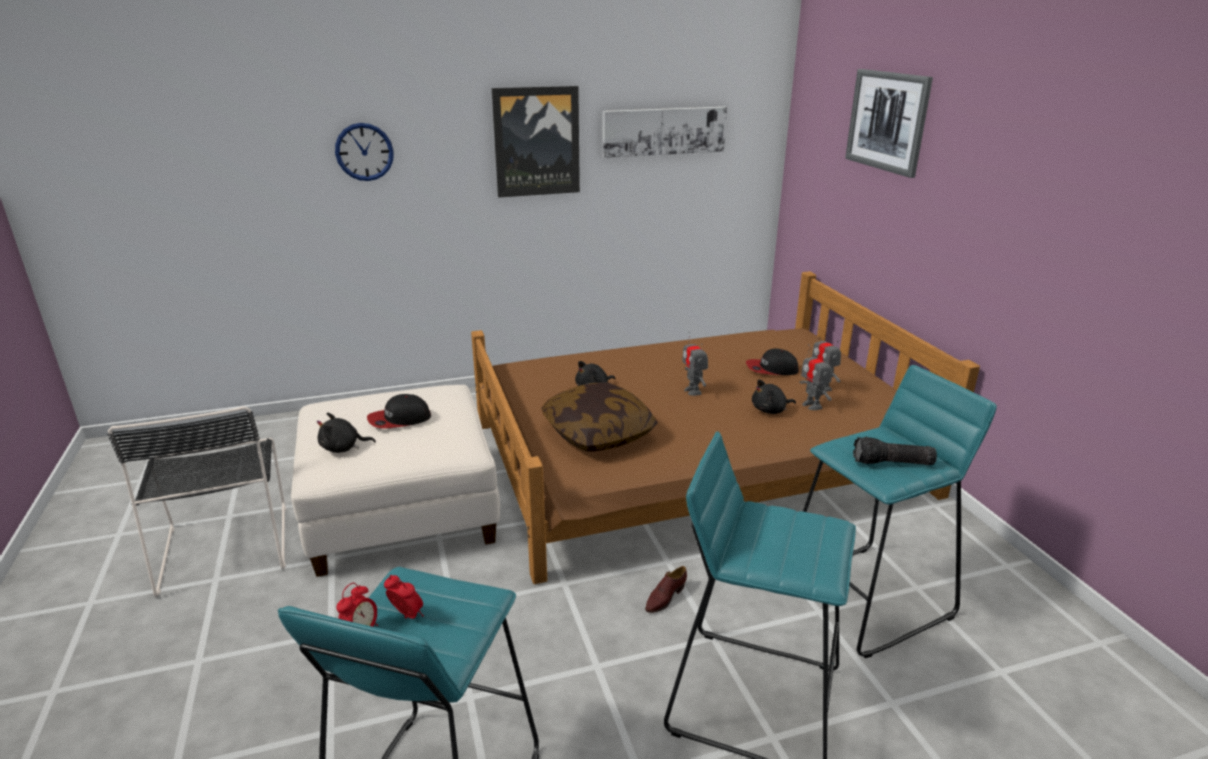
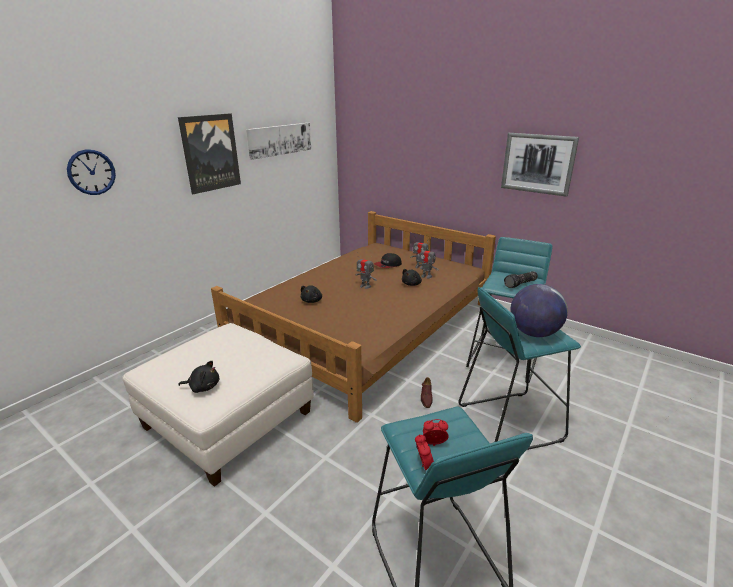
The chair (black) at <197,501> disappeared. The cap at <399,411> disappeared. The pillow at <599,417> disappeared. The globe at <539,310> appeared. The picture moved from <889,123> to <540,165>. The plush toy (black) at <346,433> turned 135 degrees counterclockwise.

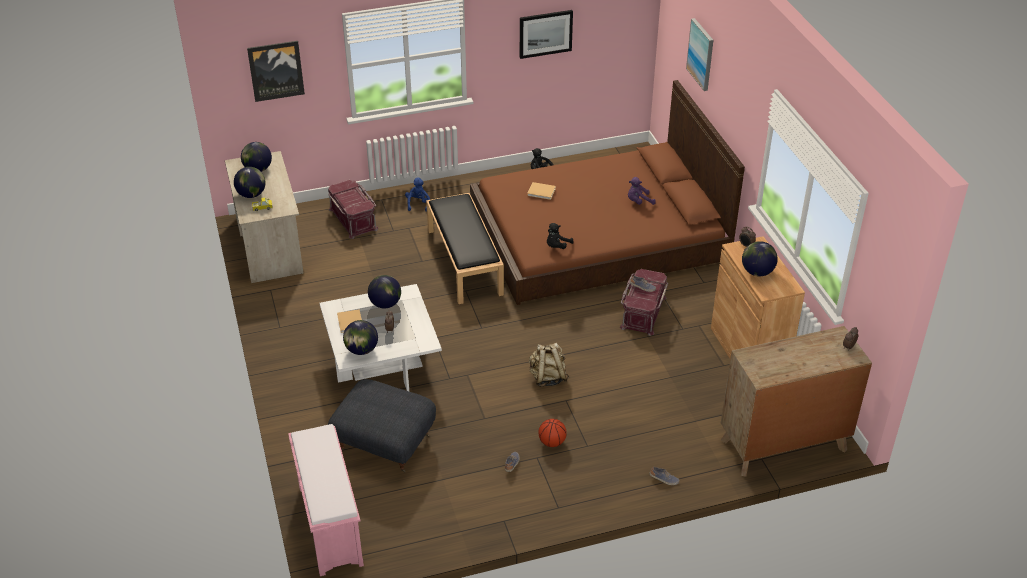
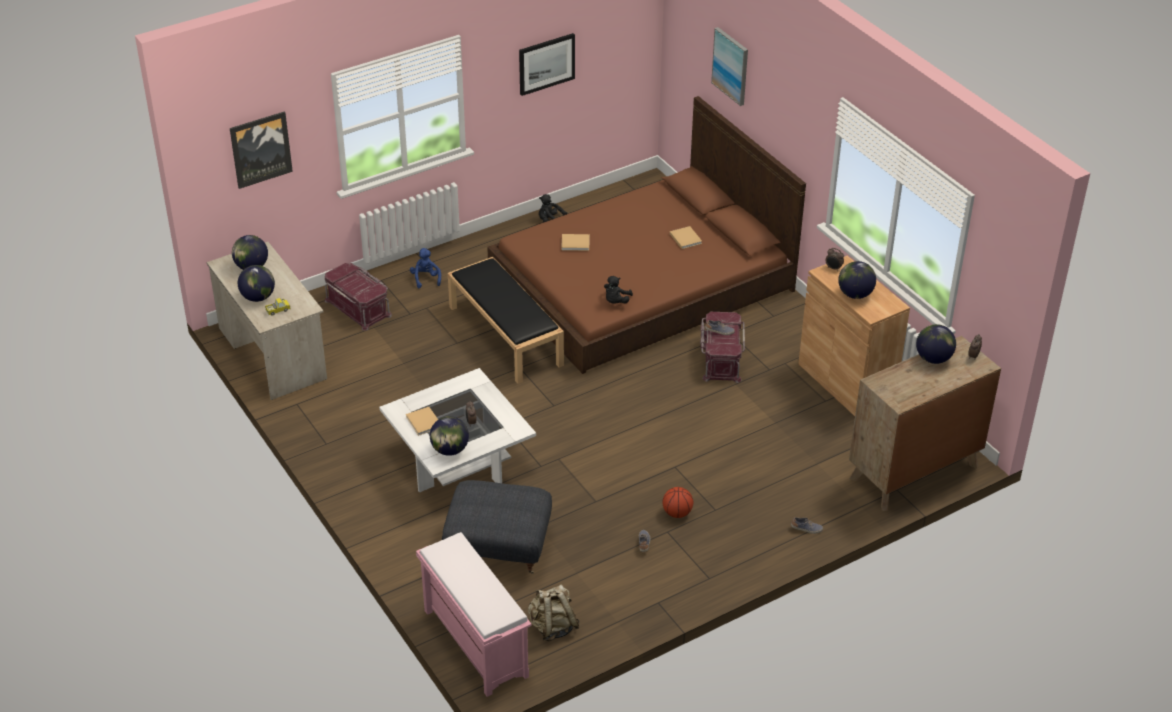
The globe moved from <384,291> to <936,344>. The backpack (beige) moved from <549,365> to <554,613>. The plush toy (purple) at <642,191> was replaced by the book (beige) at <686,237>.

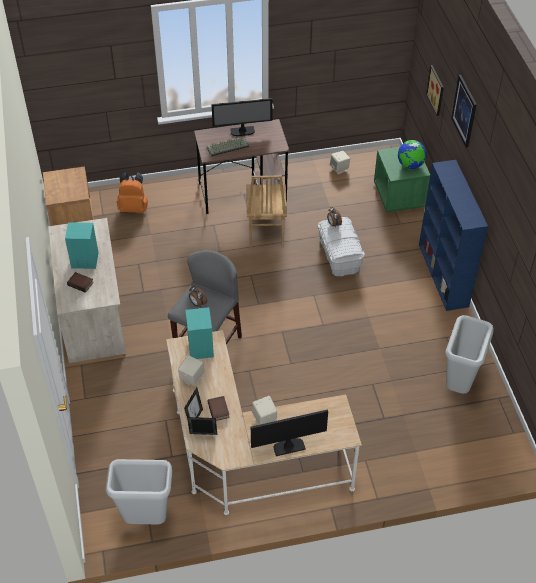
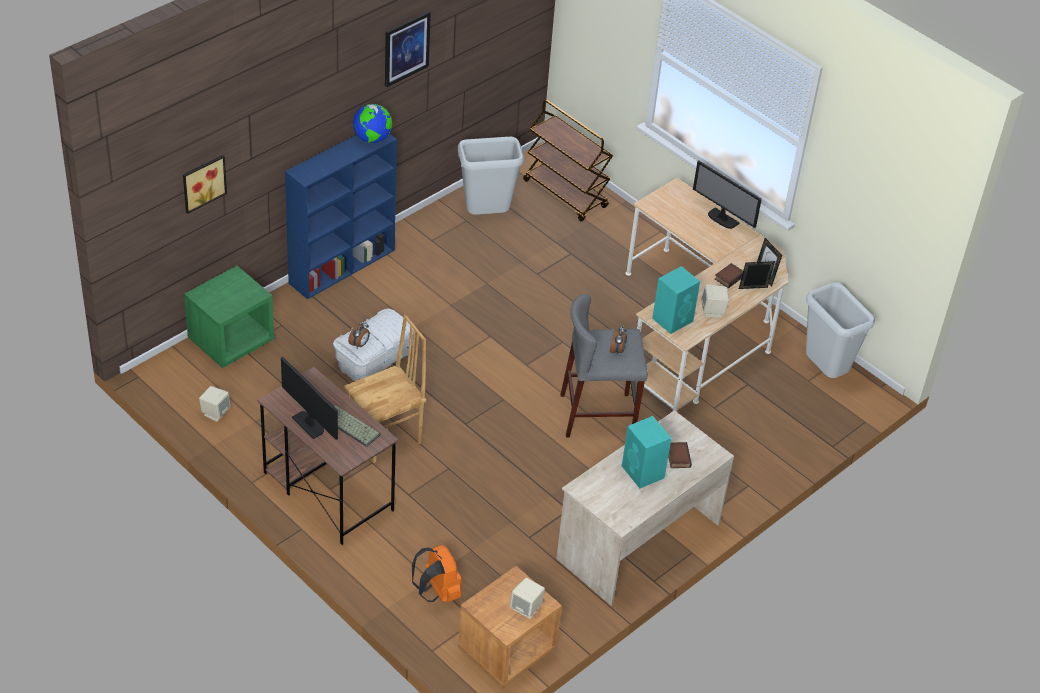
The cart (brown) at <568,161> appeared. The speaker (beige) moved from <264,410> to <527,598>. The globe moved from <412,154> to <372,123>. The picture moved from <464,111> to <408,49>.

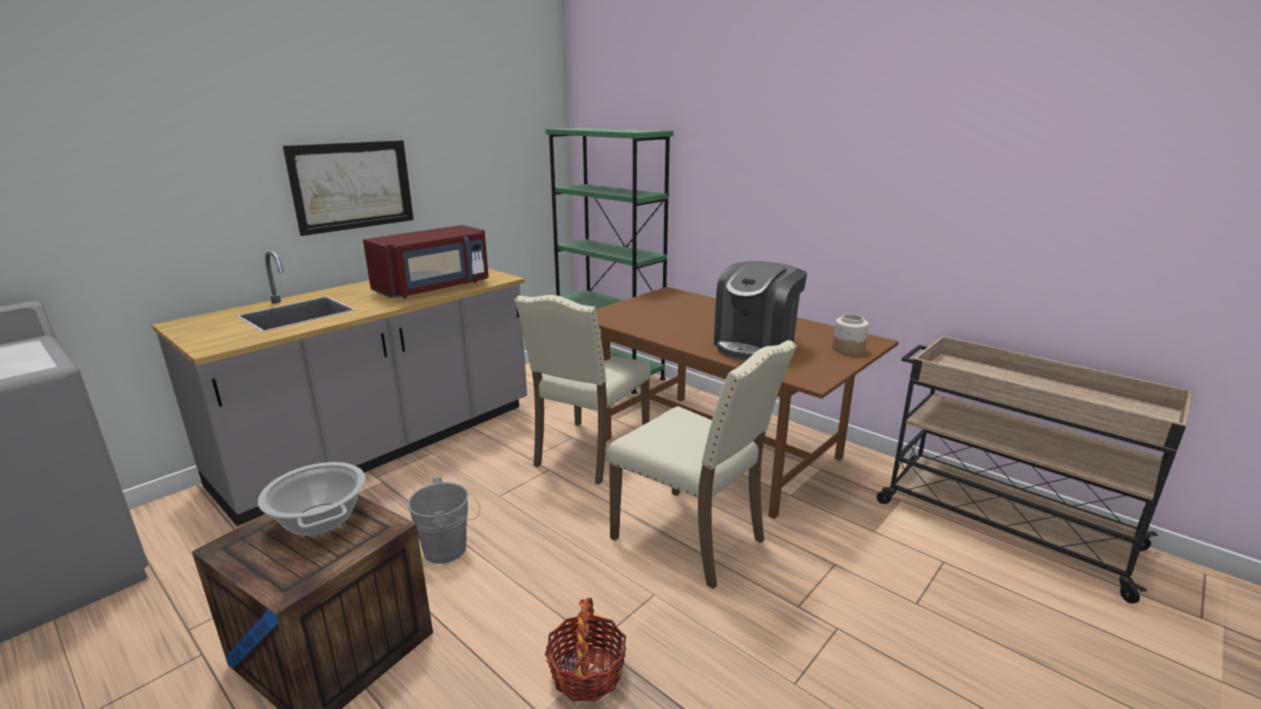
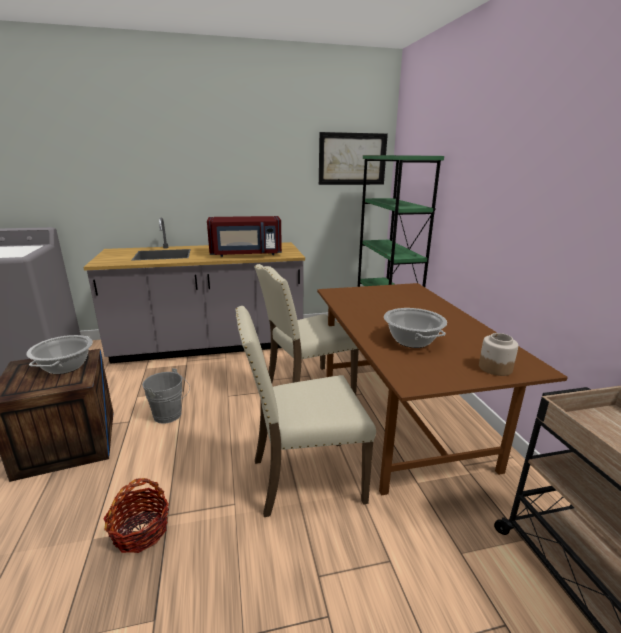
The picture moved from <348,188> to <353,158>. The coffee machine at <760,311> was replaced by the cooking pot at <415,328>. The chair (beige) at <702,464> turned 90 degrees clockwise.

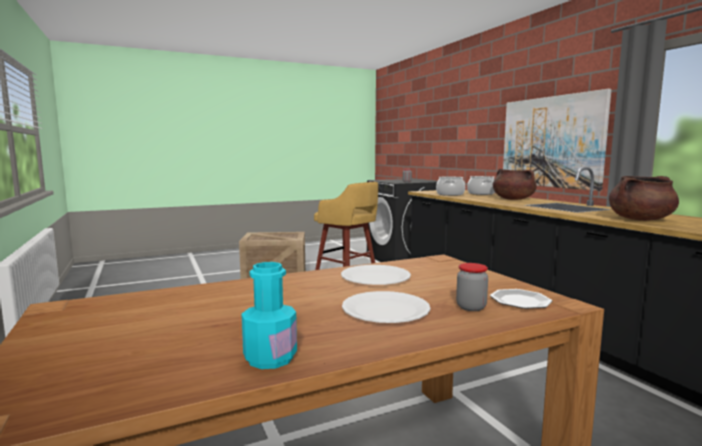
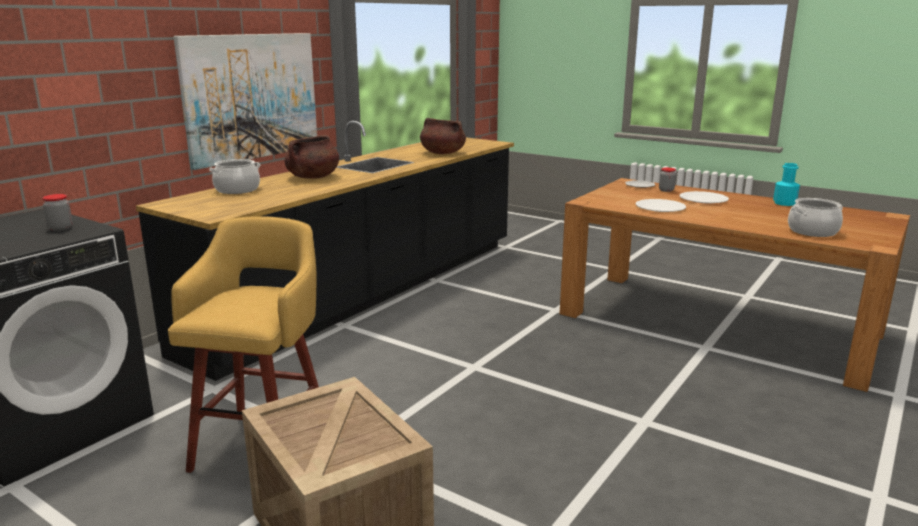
The cooking pot moved from <450,186> to <815,217>.

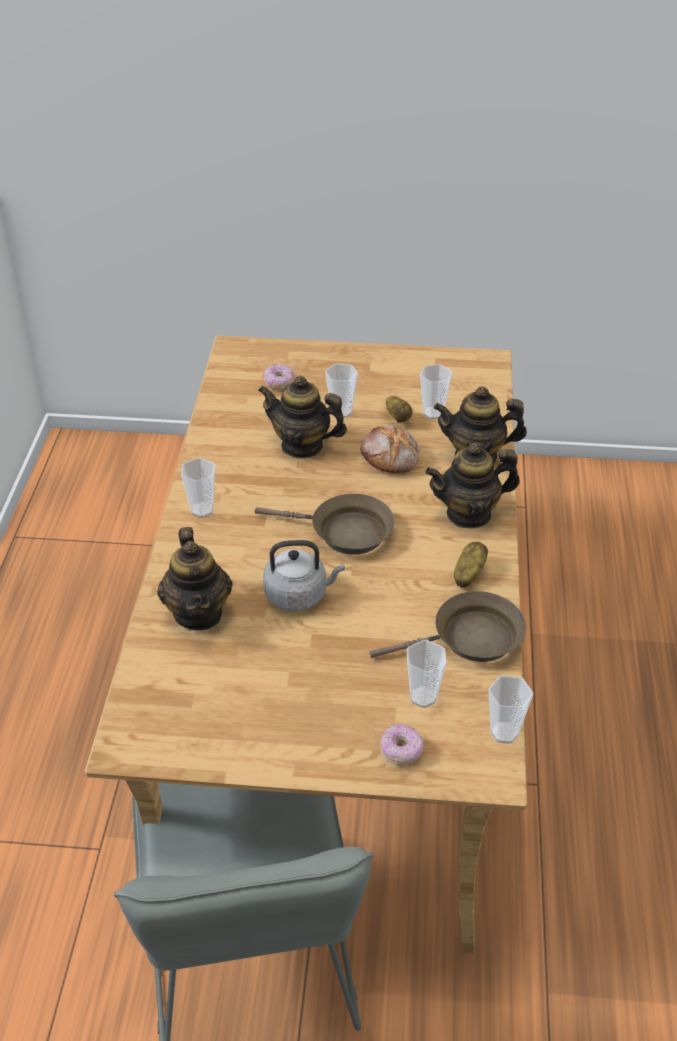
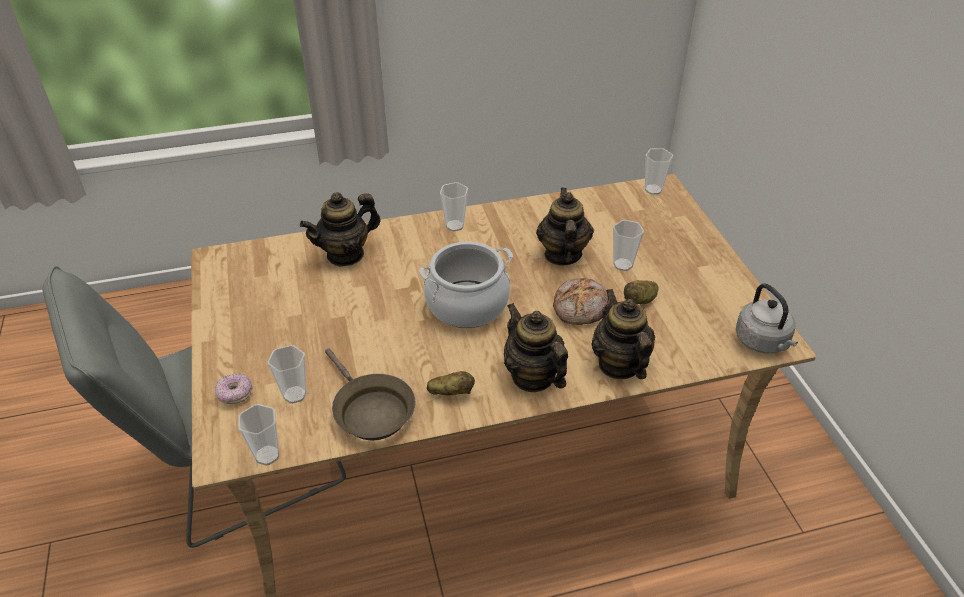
The donut at <279,377> disappeared. The kettle (grey) moved from <304,575> to <767,318>. The cup moved from <436,391> to <659,171>. The frying pan (brown) at <324,524> was replaced by the cooking pot at <466,285>.

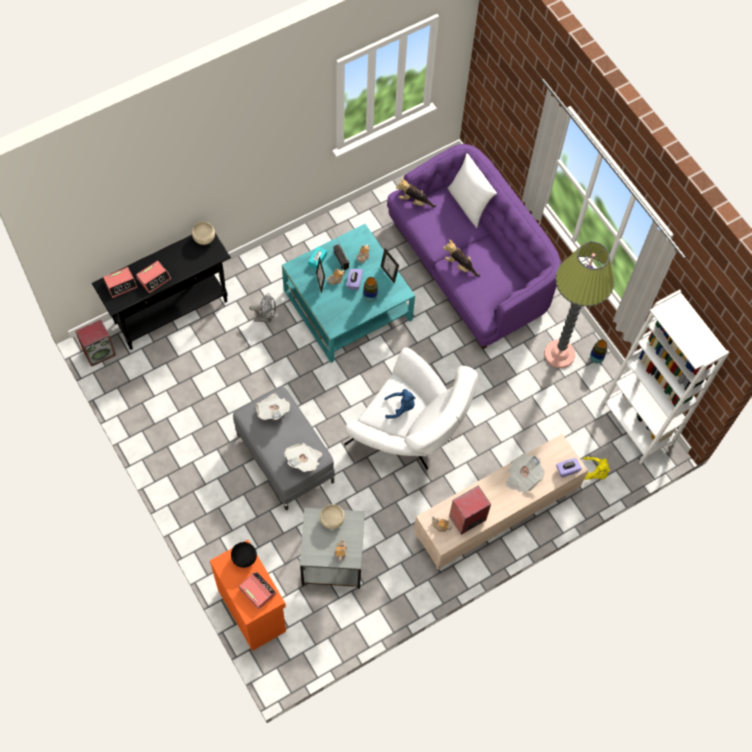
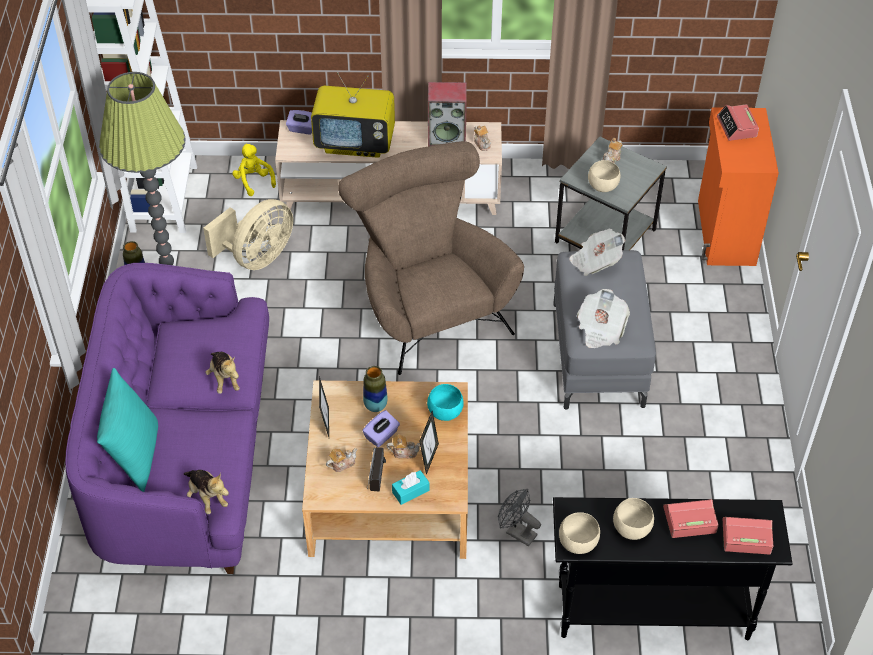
The speaker at <95,343> disappeared. The bowl (black) at <244,555> disappeared. The plush toy (blue) at <399,404> disappeared. The fan (beige) at <248,234> appeared. The bowl (turquoise) at <445,402> appeared. The bowl (beige) at <633,519> appeared. The newspaper at <525,474> was replaced by the television at <353,115>. The coffee table (turquoise) at <348,293> became the coffee table (beige) at <385,470>. The armchair (white) at <411,408> became the armchair (brown) at <431,258>. The pillow (white) at <472,190> became the pillow (turquoise) at <127,430>.

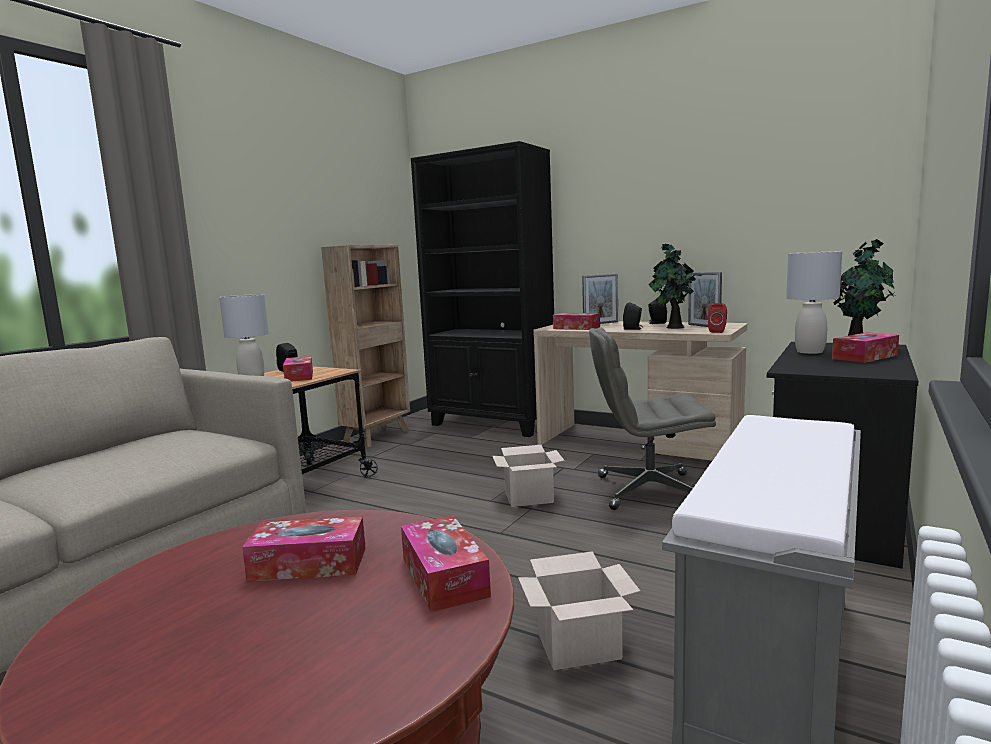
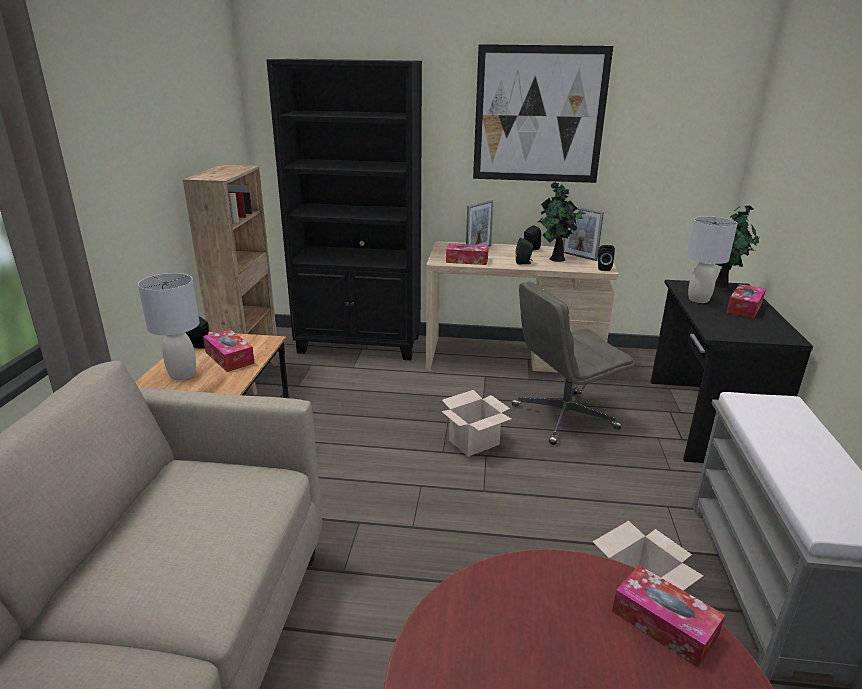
The tissue box at <304,549> disappeared. The picture at <543,113> appeared. The speaker (red) at <717,318> became the speaker (black) at <606,258>.

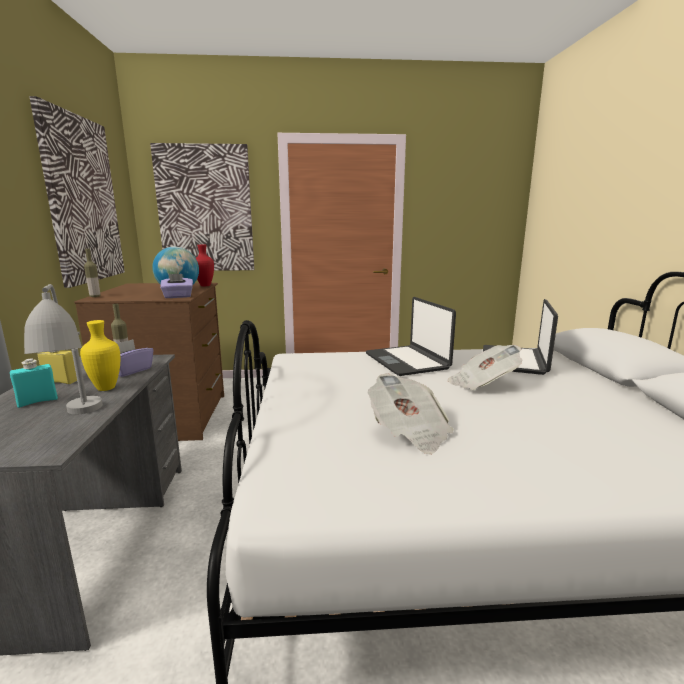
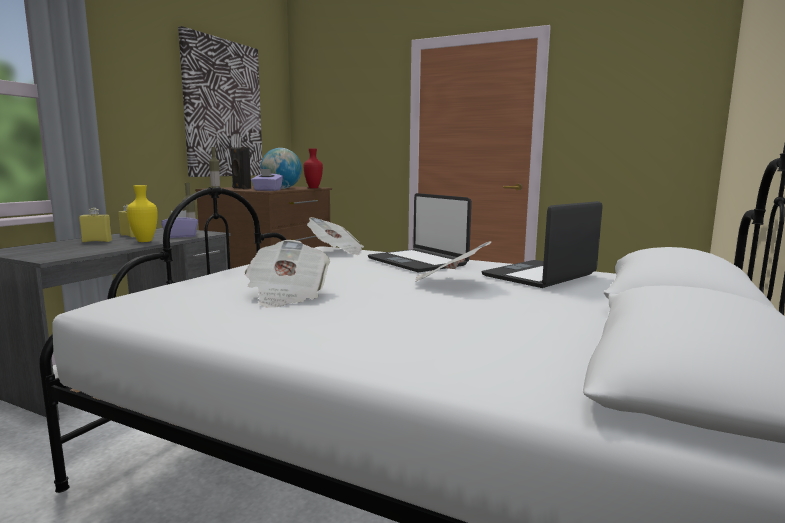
The table lamp (grey) at <63,349> disappeared. The picture at <202,207> disappeared. The speaker (black) at <240,168> appeared. The newspaper at <335,236> appeared. The bottle (turquoise) at <34,383> became the bottle (yellow) at <95,225>. The laptop at <411,336> turned 45 degrees counterclockwise.

